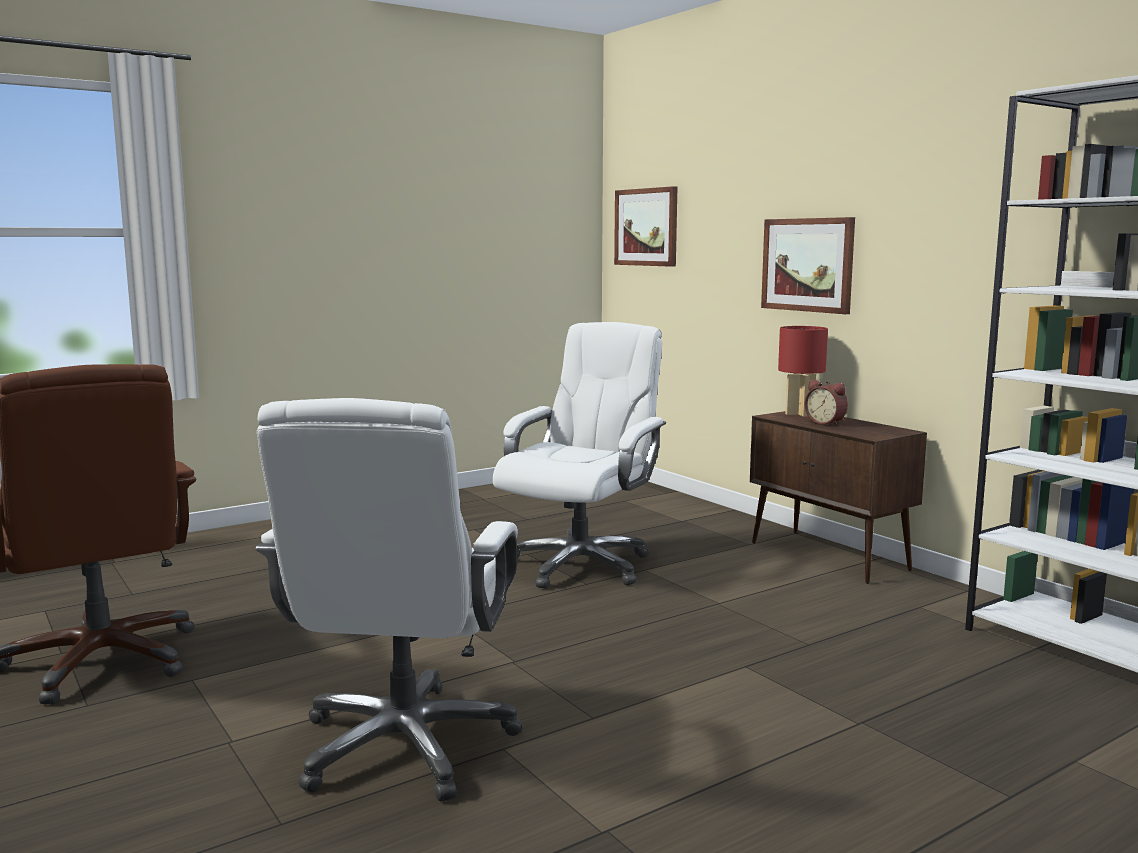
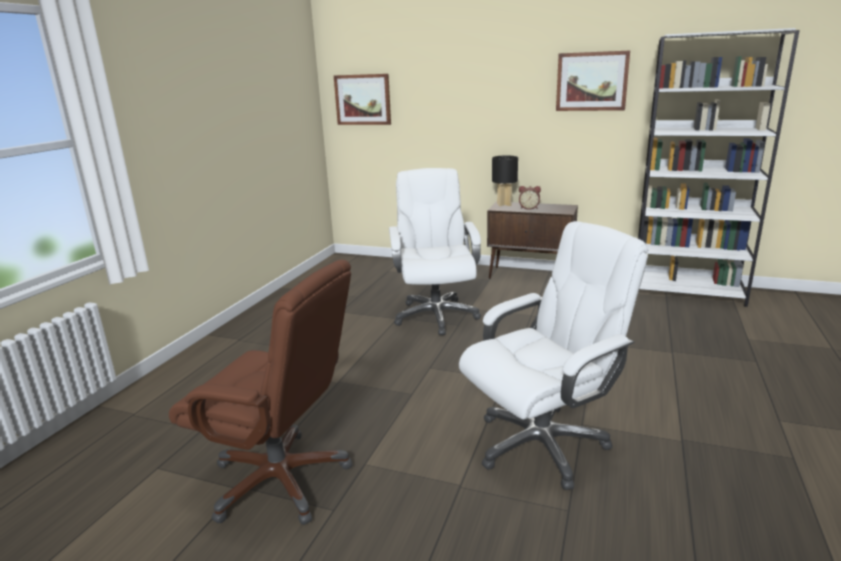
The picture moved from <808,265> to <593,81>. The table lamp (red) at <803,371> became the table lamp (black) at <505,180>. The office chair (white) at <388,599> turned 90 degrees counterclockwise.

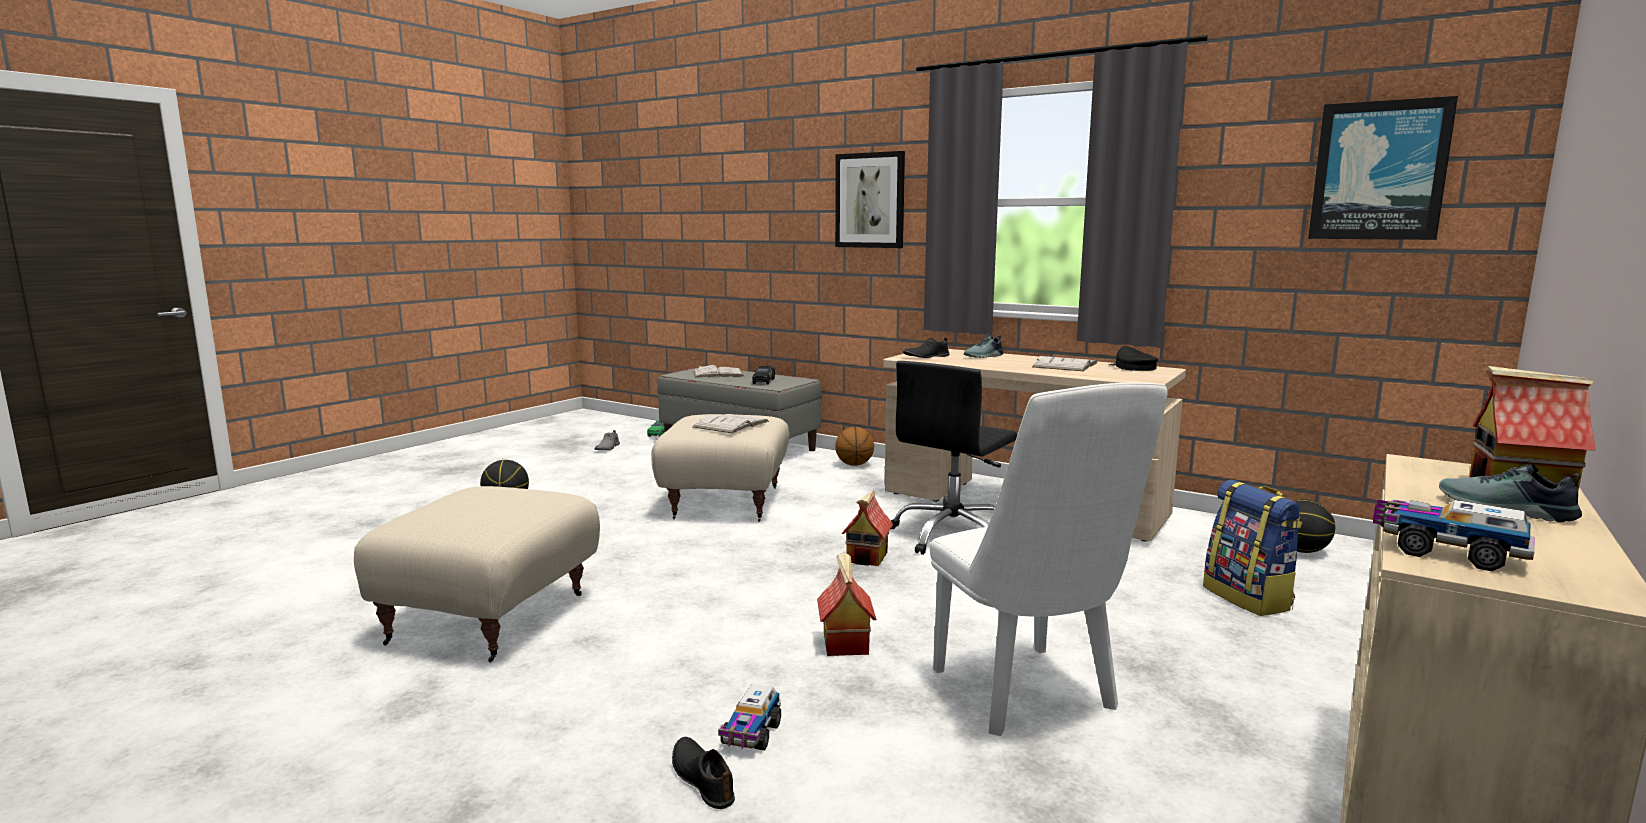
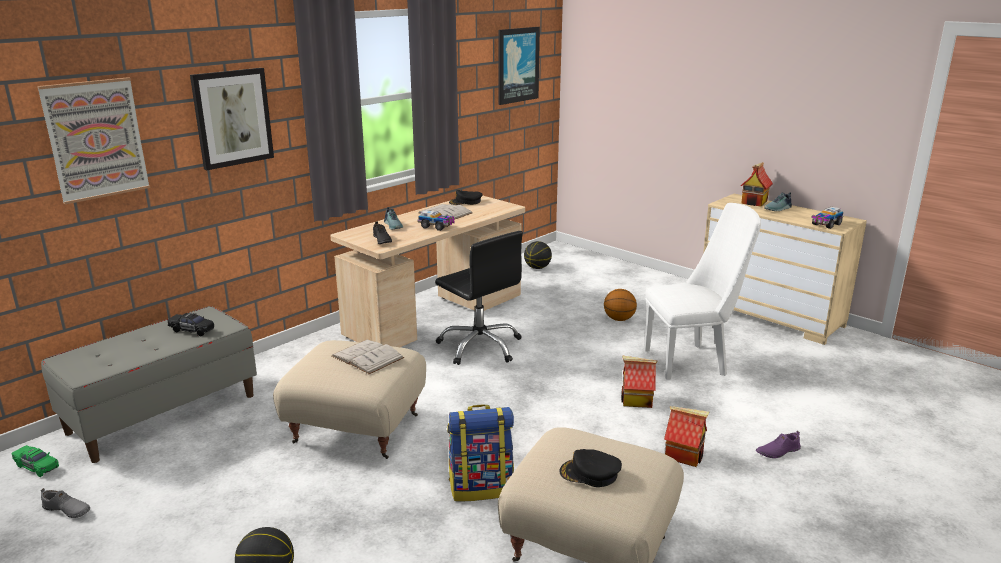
The book (white) at <718,371> disappeared. The picture at <93,140> appeared. The cap (black) at <591,468> appeared. The toy truck moved from <749,717> to <435,220>. The basketball moved from <854,446> to <620,305>. The toy house moved from <867,528> to <686,436>. The backpack moved from <1252,548> to <480,452>. The shoe (black) at <703,773> became the shoe (purple) at <778,444>.

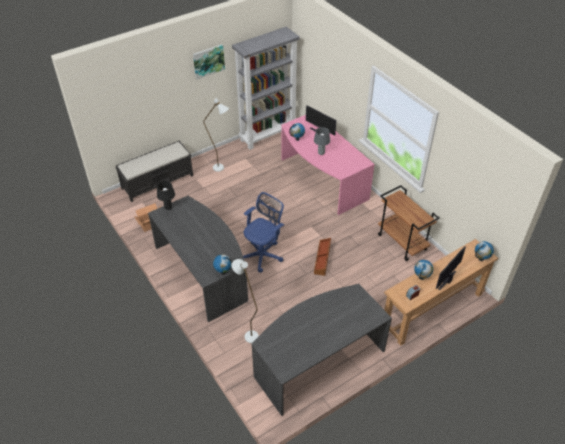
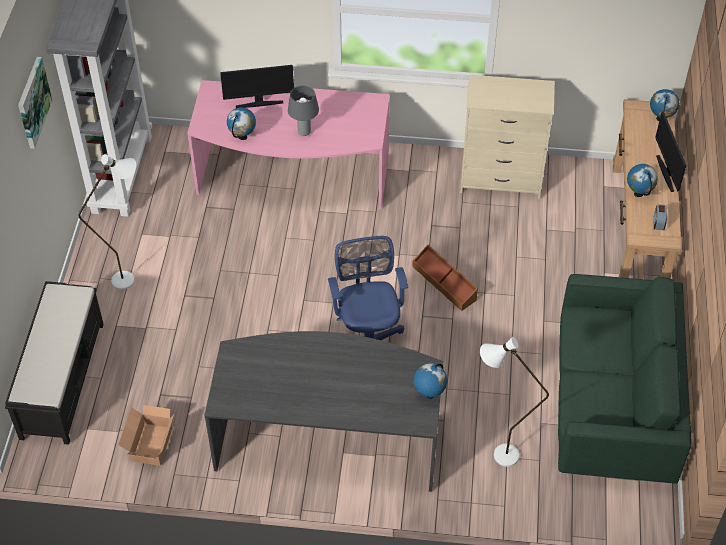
The table lamp (black) at <166,195> disappeared. The desk (grey) at <322,350> was replaced by the sofa (green) at <625,379>. The cart (brown) at <409,223> was replaced by the dresser (beige) at <507,137>.

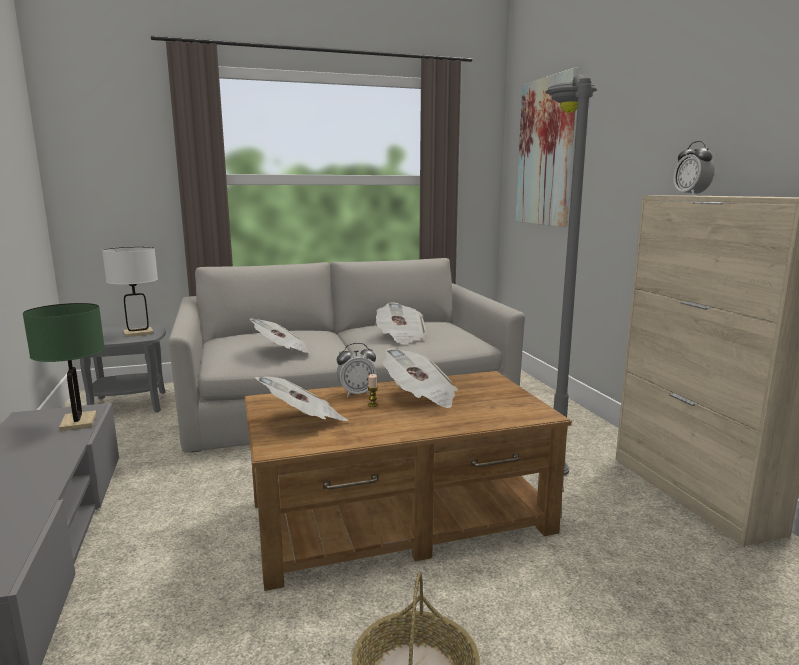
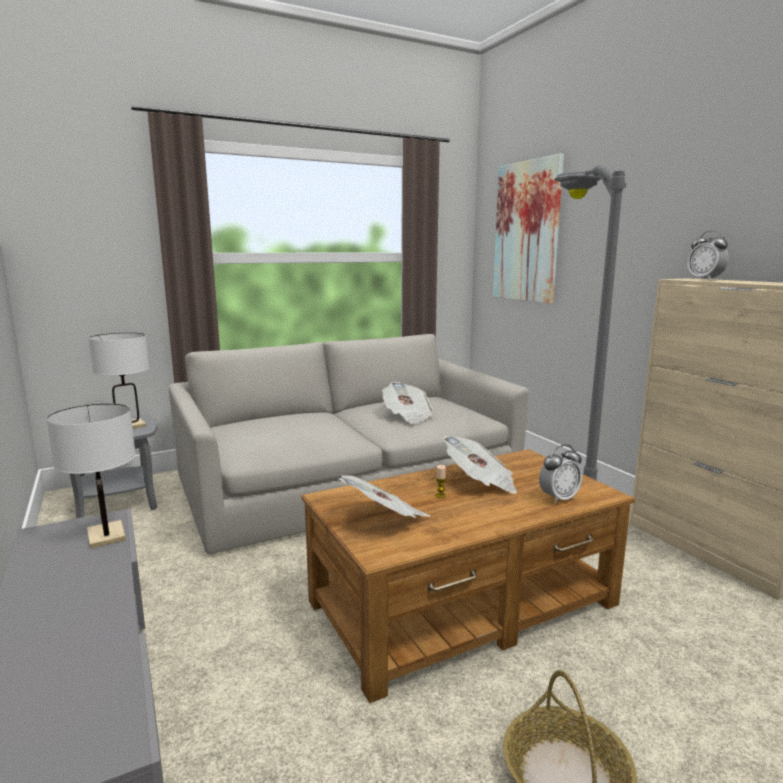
The newspaper at <280,335> disappeared. The alarm clock moved from <357,370> to <561,474>. The table lamp (green) at <64,367> became the table lamp (white) at <91,476>.

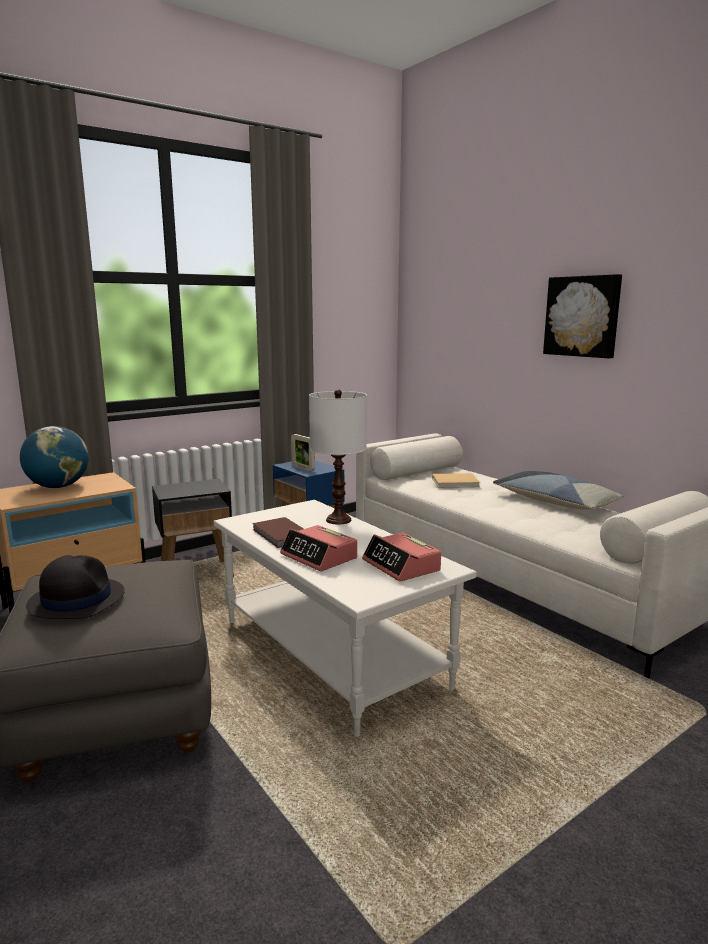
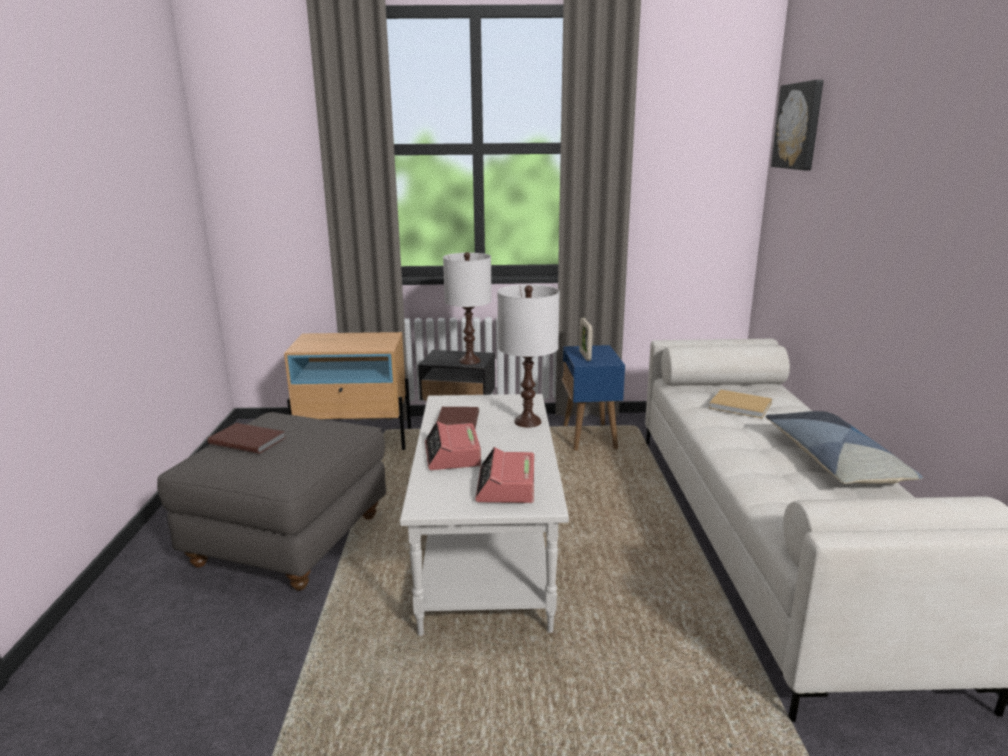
The globe at <54,457> disappeared. The table lamp (white) at <467,308> appeared. The picture moved from <582,316> to <797,125>. The hat (black) at <75,587> was replaced by the book (brown) at <246,438>.

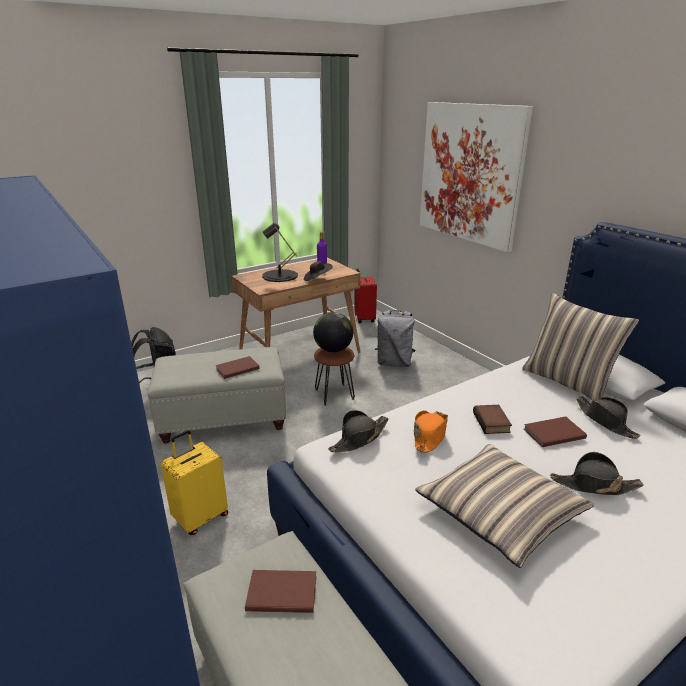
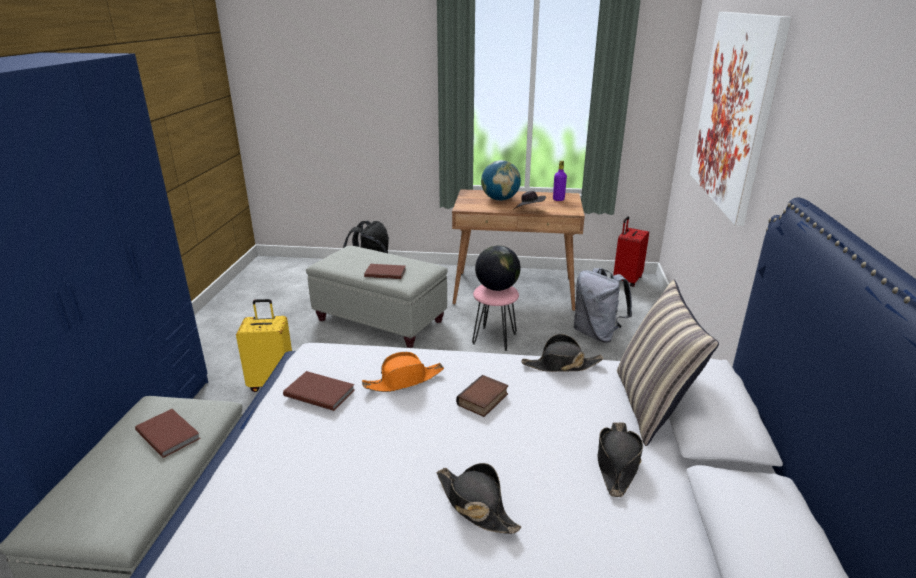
The pillow at <504,506> disappeared. The hat (black) moved from <358,431> to <562,353>. The book (brown) moved from <555,431> to <318,391>. The table lamp (black) at <280,252> was replaced by the globe at <501,180>. The stool (brown) at <334,376> became the stool (pink) at <495,318>.

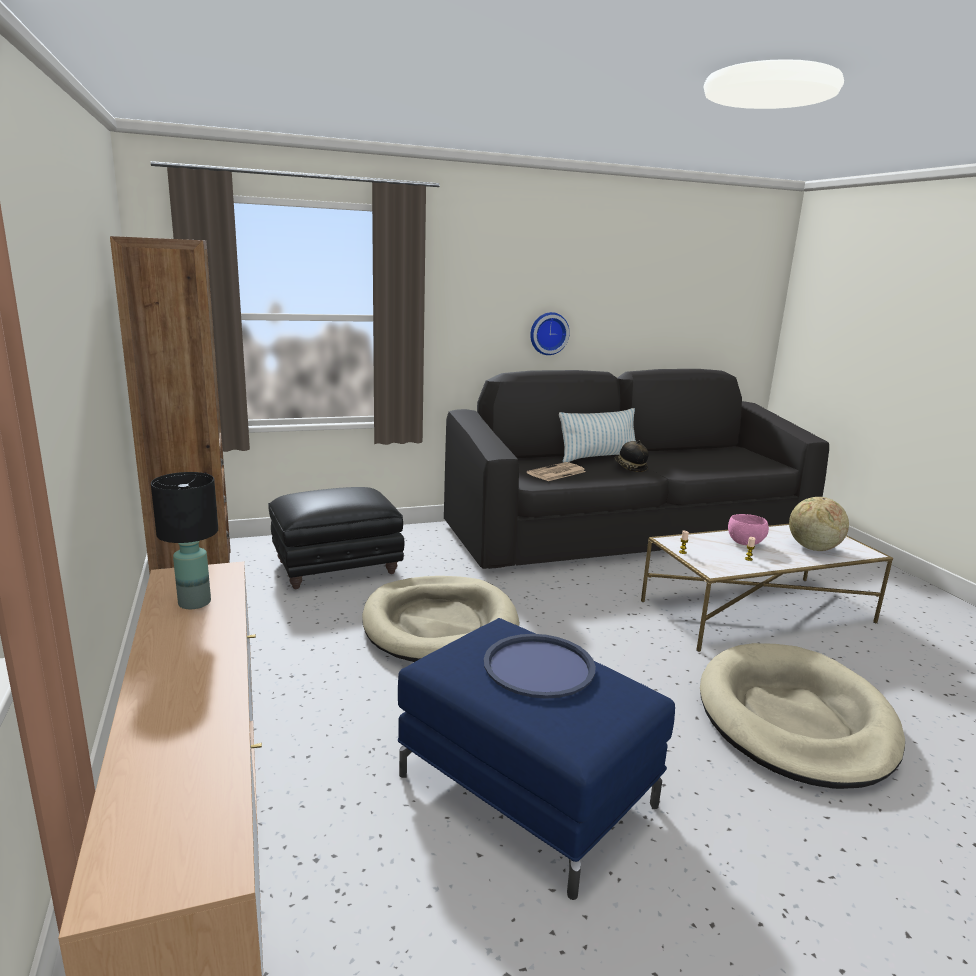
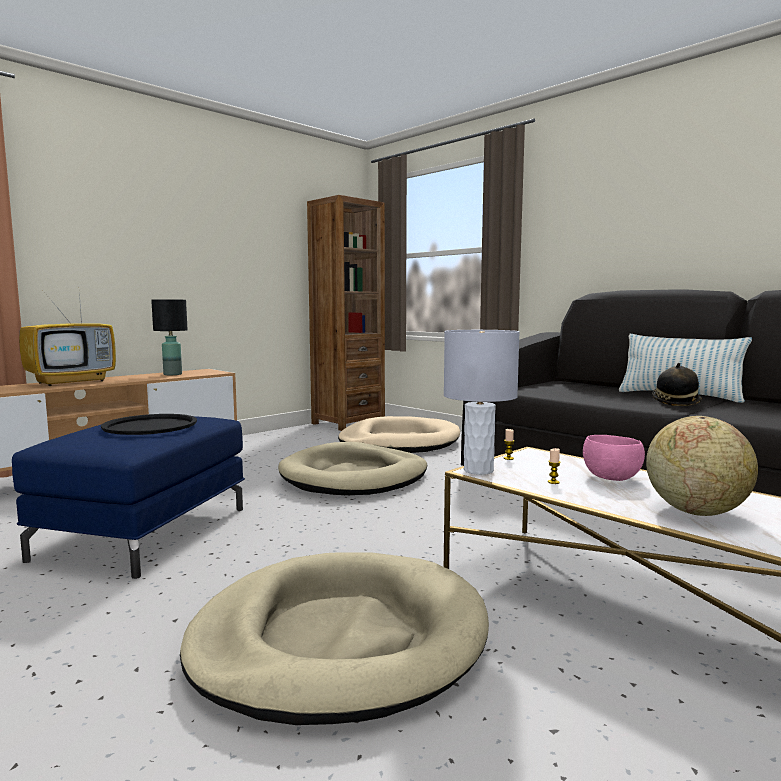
The newspaper at <556,471> disappeared. The wall clock at <550,333> disappeared. The television at <67,339> appeared. The table lamp (grey) at <482,402> appeared. The ottoman (black) at <336,538> was replaced by the dog bed (beige) at <399,434>. The tray (blue) at <540,666> became the tray (black) at <149,424>.

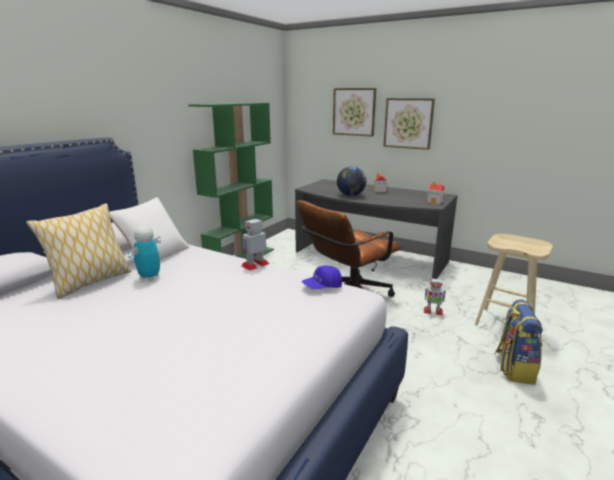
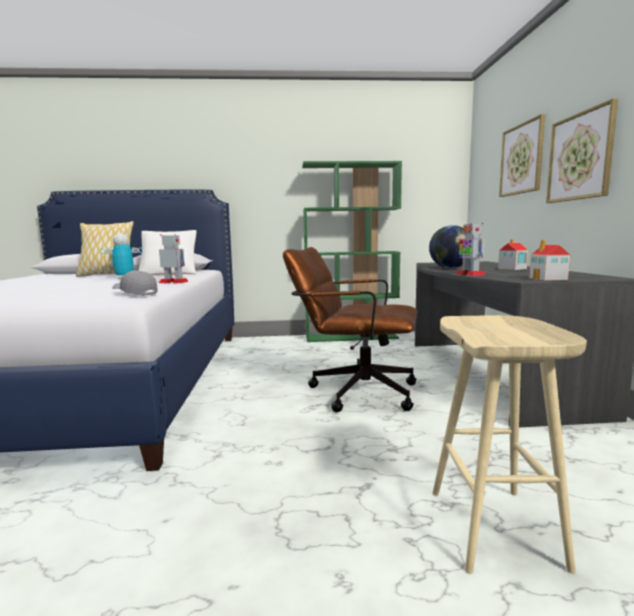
The backpack at <519,342> disappeared. The toy robot moved from <435,297> to <471,249>. The cap (blue) at <322,278> became the cap (grey) at <135,283>.

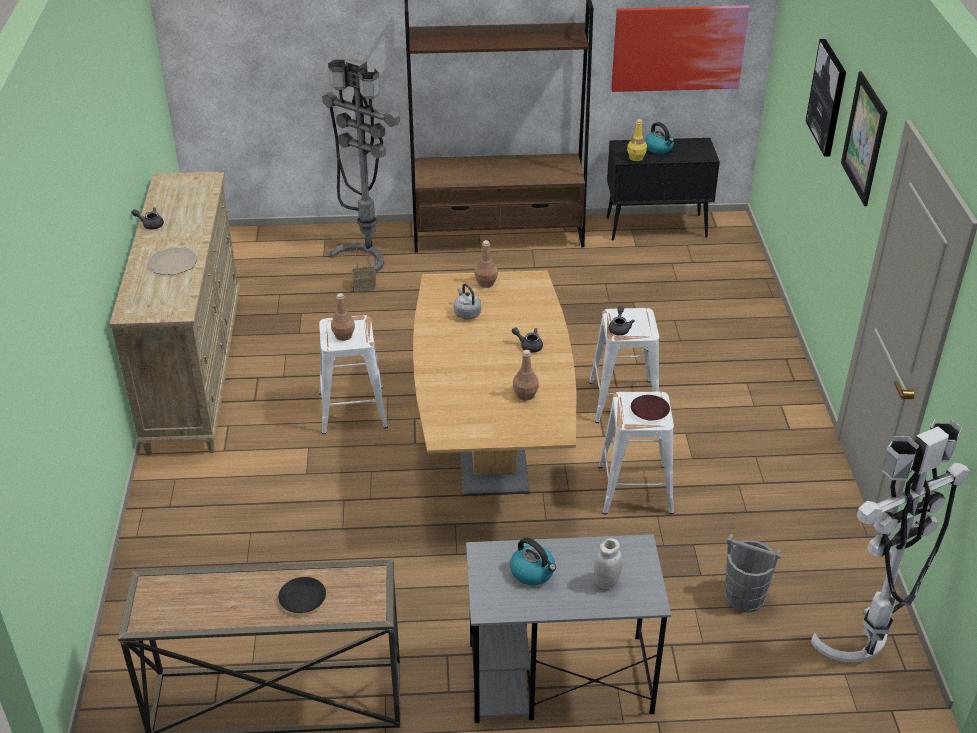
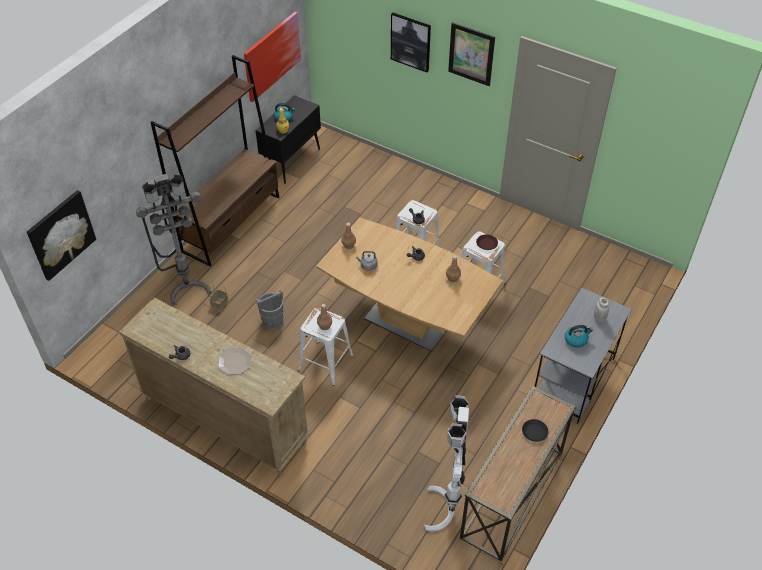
The picture at <61,235> appeared. The bucket (grey) moved from <752,573> to <270,309>. The floor lamp (white) moved from <890,540> to <446,463>.

